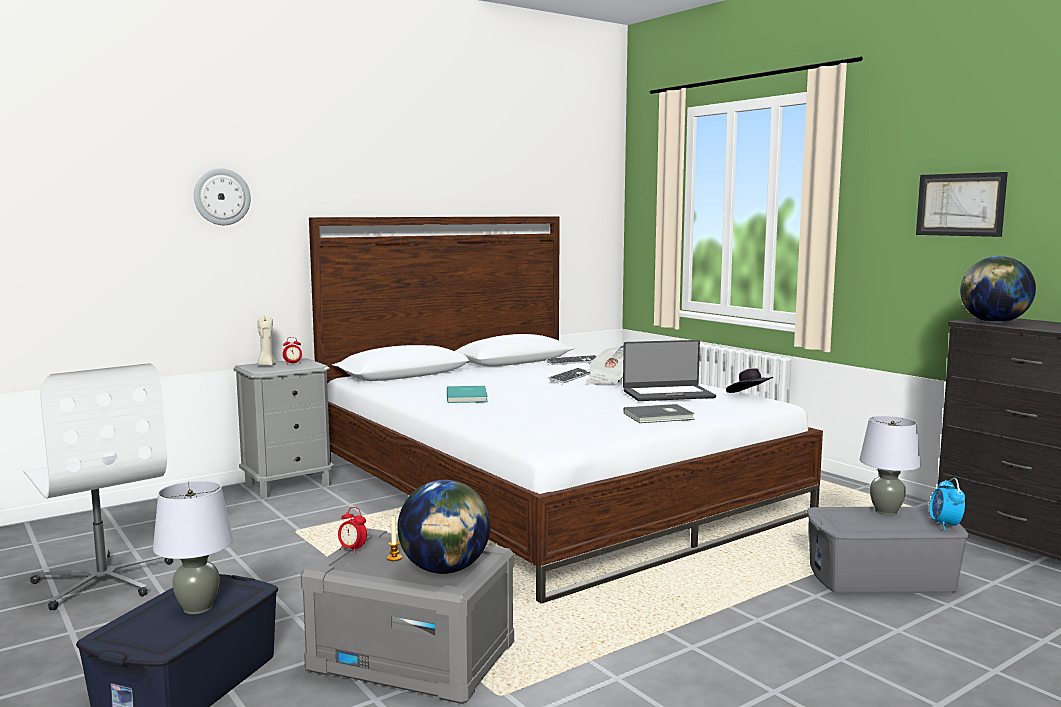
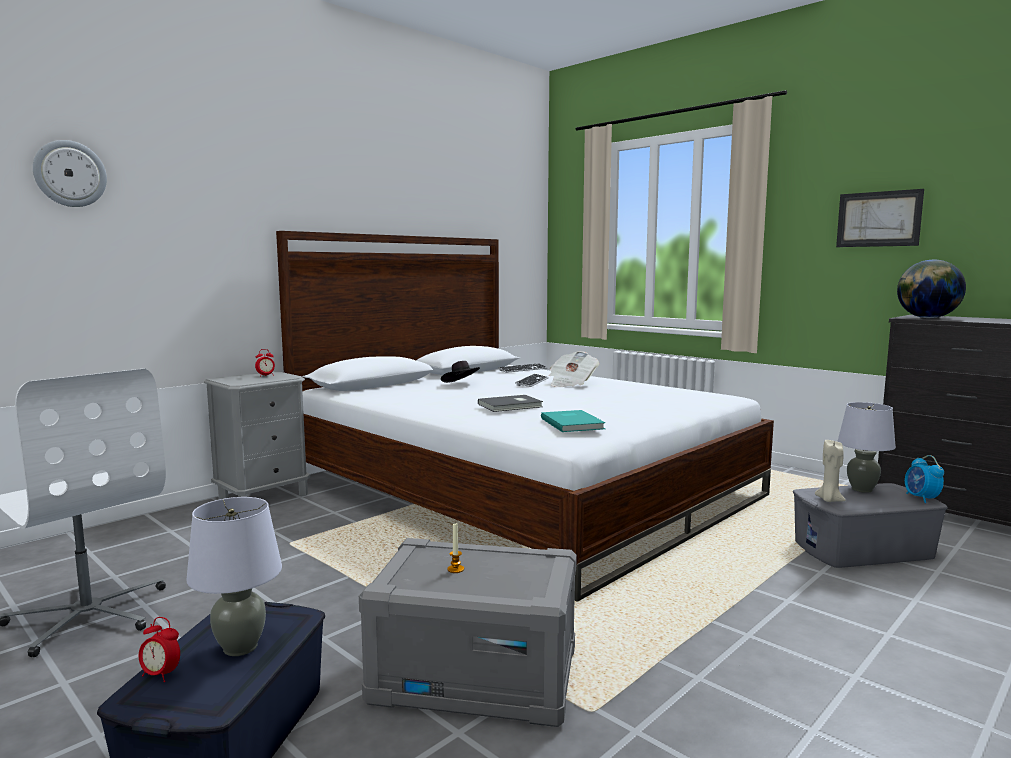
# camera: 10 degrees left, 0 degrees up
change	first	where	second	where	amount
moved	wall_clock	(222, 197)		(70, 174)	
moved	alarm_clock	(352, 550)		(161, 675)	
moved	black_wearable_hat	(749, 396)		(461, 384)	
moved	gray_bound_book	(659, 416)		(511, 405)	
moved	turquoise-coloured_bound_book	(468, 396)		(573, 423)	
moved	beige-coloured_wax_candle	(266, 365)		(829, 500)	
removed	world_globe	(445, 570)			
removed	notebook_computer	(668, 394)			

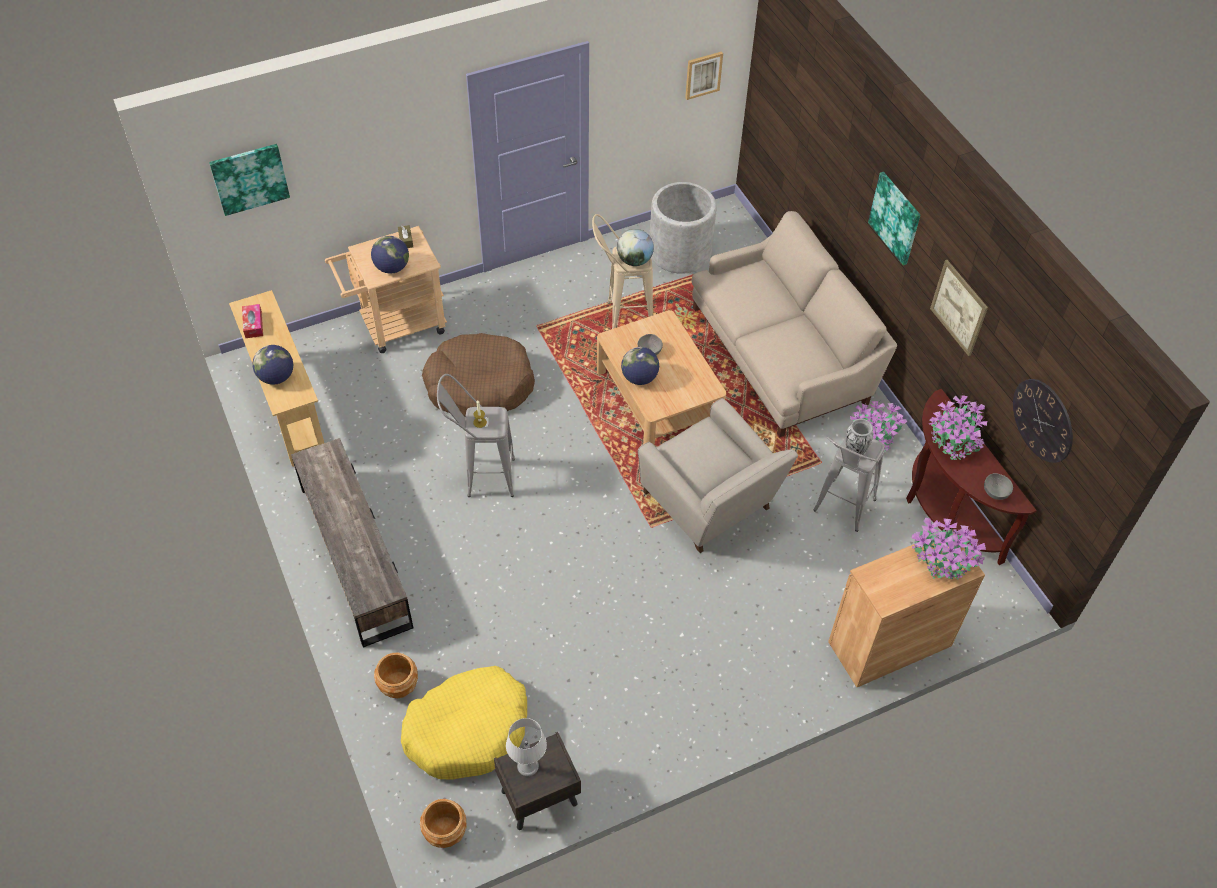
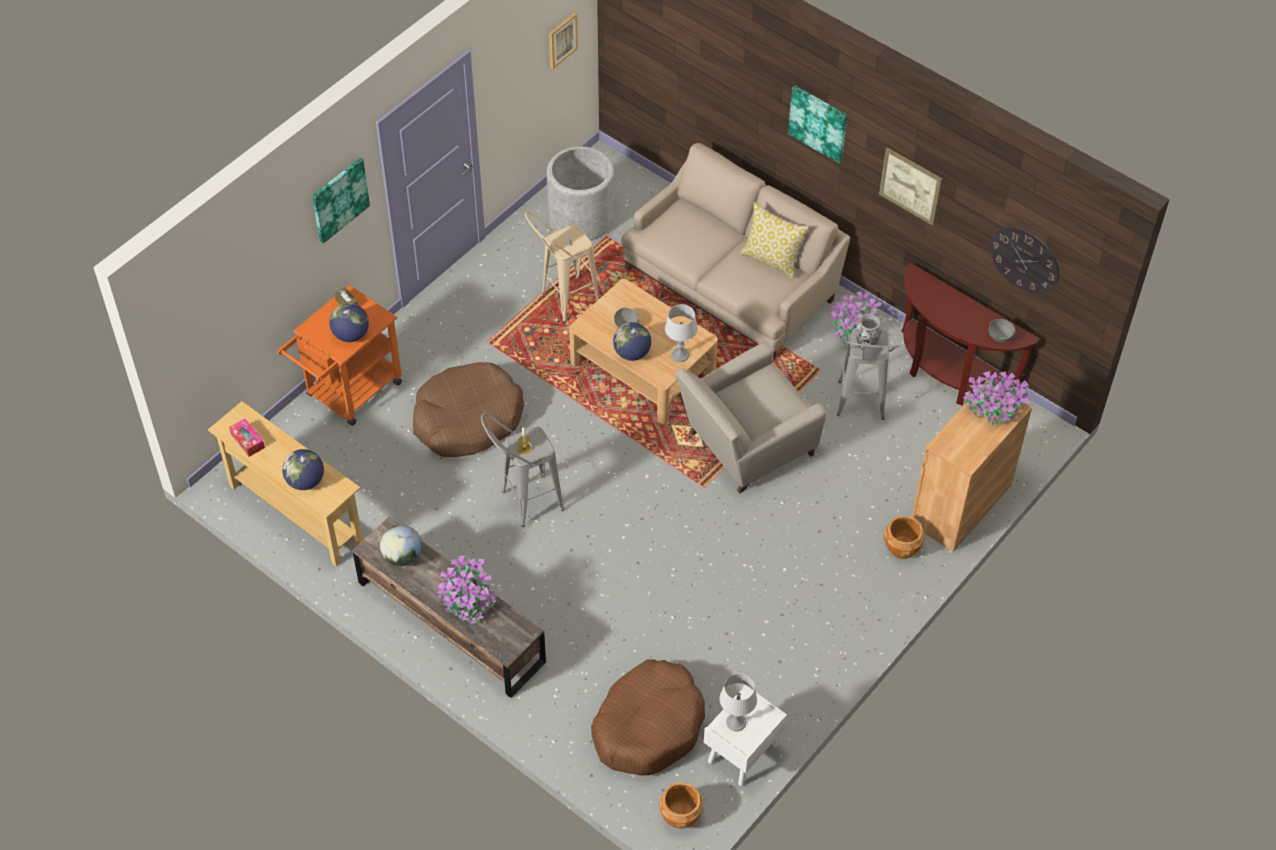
# camera: 25 degrees left, 0 degrees up
change	first	where	second	where	amount
recoloured	beige-coloured_wheeled_cart	(395, 326)	orange-coloured_wheeled_cart	(348, 393)	
moved	picture	(249, 178)		(339, 199)	
moved	world_globe	(634, 260)		(402, 556)	
moved	plant_in_a_pot	(954, 440)		(468, 601)	
recoloured	yellowish_dog_bed	(468, 729)	brown_dog_bed	(648, 726)	
added			gray_lamp_for_a_table	(680, 355)	
turned	beige-coloured_easy_chair	(710, 505)		(745, 446)	120 degrees clockwise
recoloured	brown_night_table	(538, 798)	white-coloured_night_table	(742, 754)	
added			throw_pillow	(772, 260)	
moved	brown_plant_pot	(398, 685)		(901, 548)	

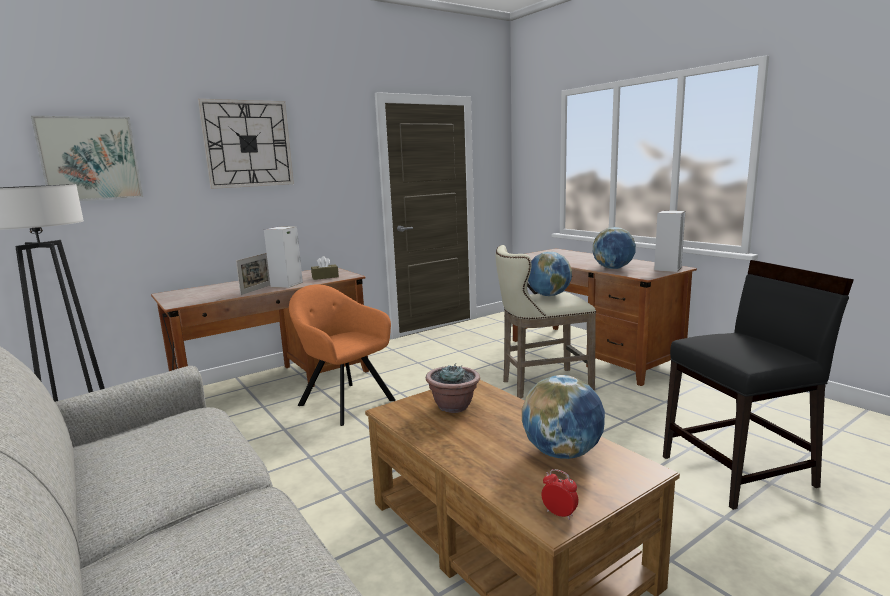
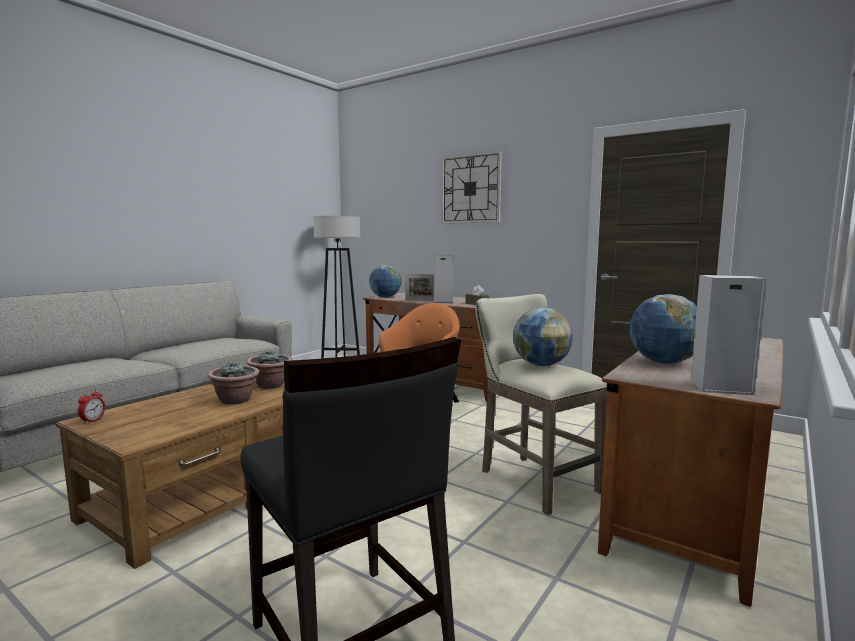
# camera: 70 degrees right, 5 degrees down
change	first	where	second	where	amount
added			plant_in_a_pot	(235, 400)	
moved	world_globe	(562, 453)		(385, 297)	
removed	picture	(90, 159)			

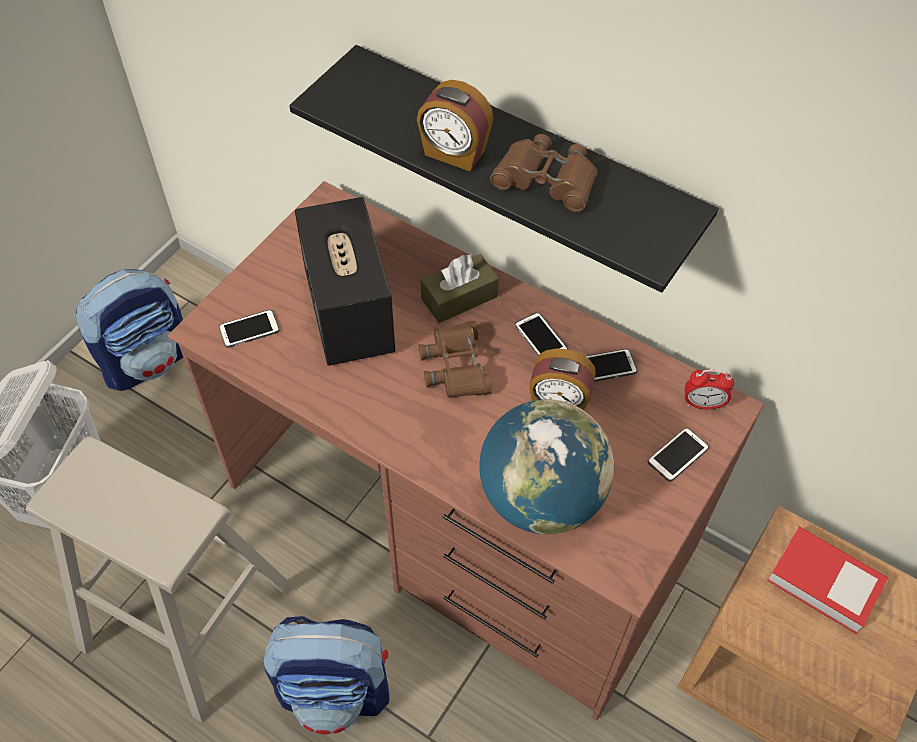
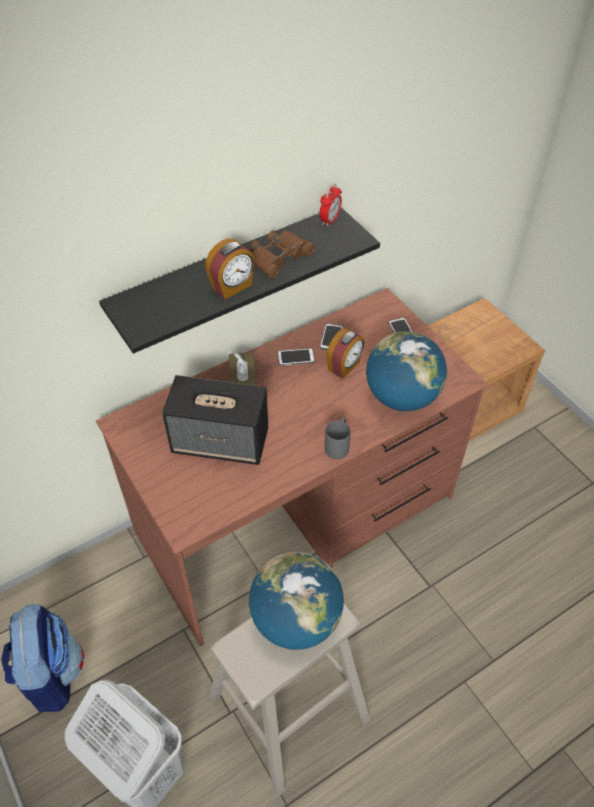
# camera: 65 degrees left, 5 degrees down
change	first	where	second	where	amount
added			world_globe	(296, 619)	
moved	alarm_clock	(703, 404)		(330, 220)	
added			gray_mug	(338, 445)	
removed	phone	(249, 329)			
removed	knapsack	(336, 690)			
removed	brown_binoculars	(456, 366)			
removed	bound_book	(824, 583)			

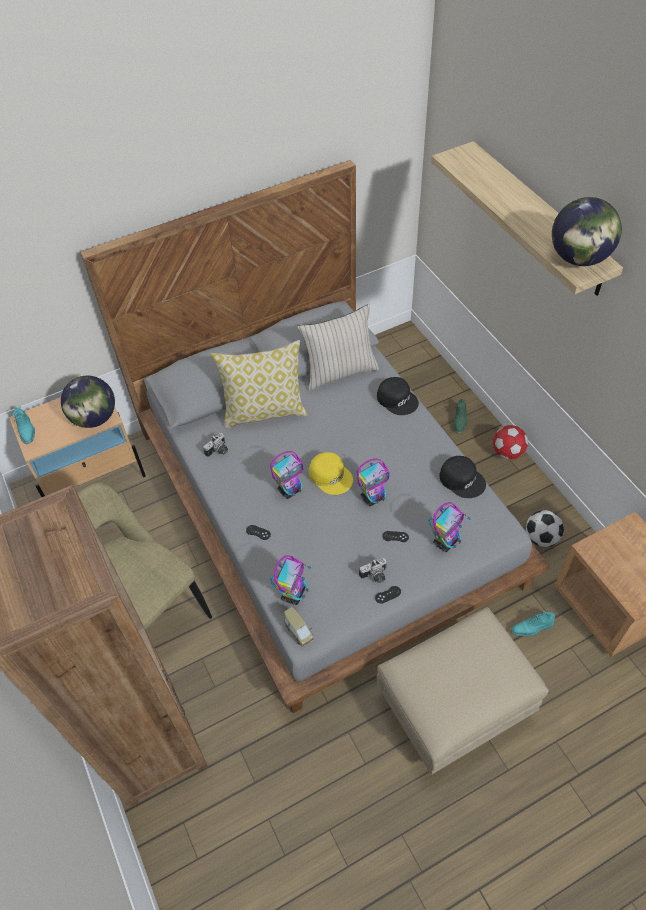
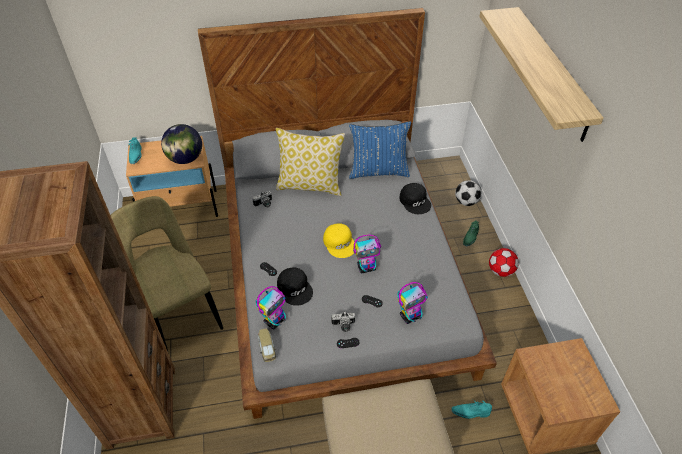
# camera: 15 degrees right, 5 degrees down
change	first	where	second	where	amount
moved	black_baseball_cap	(462, 479)		(295, 288)	
recoloured	beige-coloured_throw_pillow	(339, 372)	blue-coloured_throw_pillow	(378, 171)	
moved	football_ball	(541, 538)		(466, 202)	
removed	toy_robot	(290, 490)			
removed	world_globe	(578, 258)			

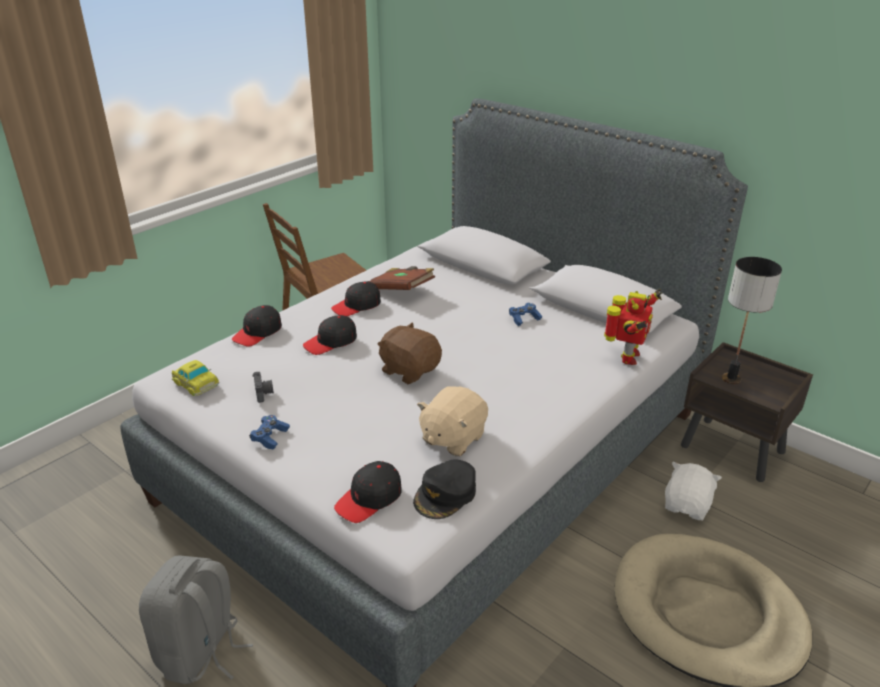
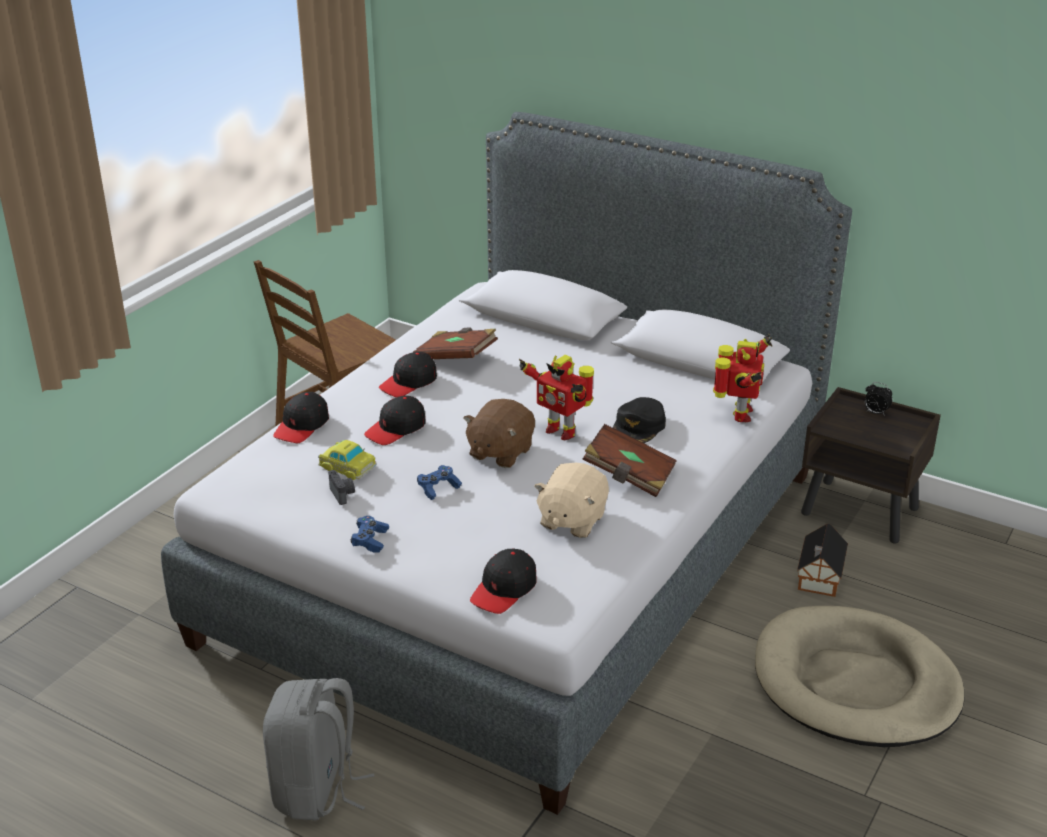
# camera: 10 degrees left, 0 degrees up
change	first	where	second	where	amount
moved	model_car	(195, 383)		(346, 466)	
moved	blue-coloured_joypad	(524, 319)		(438, 488)	
turned	brown_plush_toy	(410, 370)		(500, 452)	90 degrees counterclockwise
added			toy_robot	(561, 431)	
added			brown_bound_book	(628, 476)	
moved	black_baseball_cap	(446, 495)		(639, 427)	
replaced	white-coloured_plush_toy	(687, 506)	model_house	(819, 578)	
added			alarm_clock	(875, 413)	
removed	lamp_for_a_table	(731, 379)			

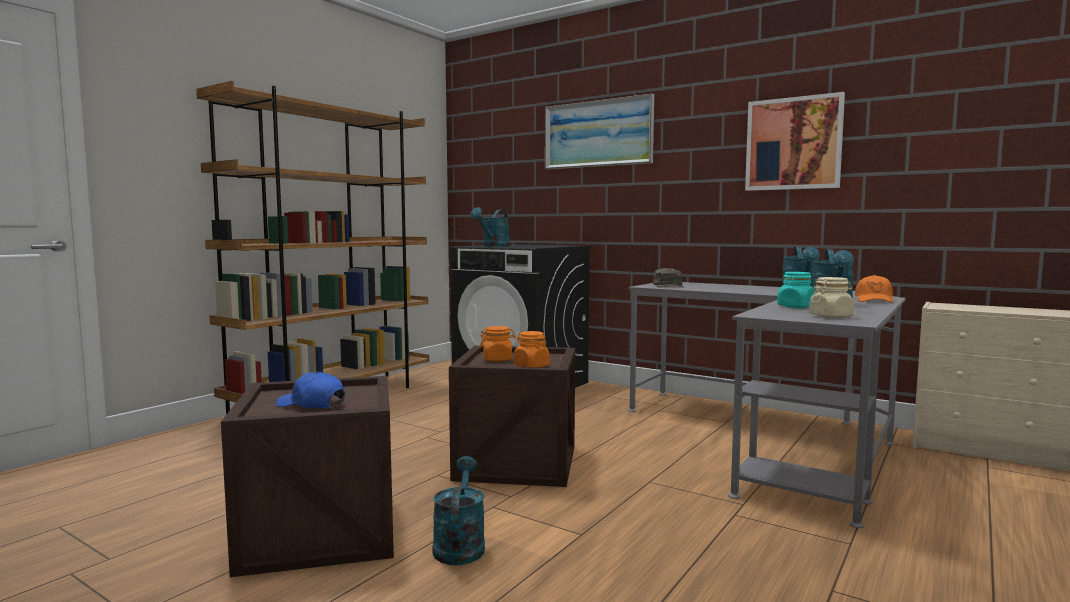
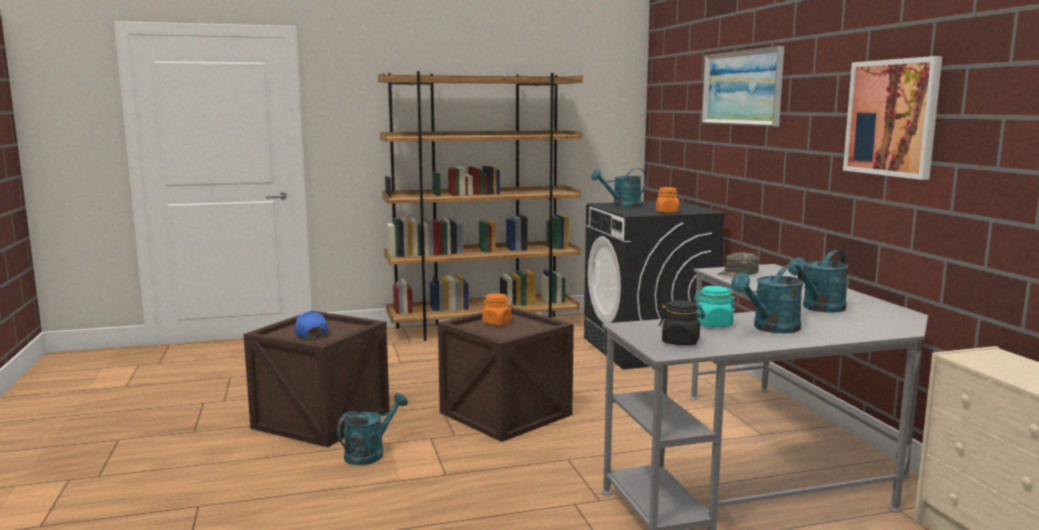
# camera: 40 degrees right, 5 degrees up
change	first	where	second	where	amount
moved	orange-coloured_jar	(531, 366)		(667, 212)	
recoloured	beige-coloured_jar	(830, 316)	black_jar	(681, 342)	
removed	orange-coloured_baseball_cap	(874, 300)			

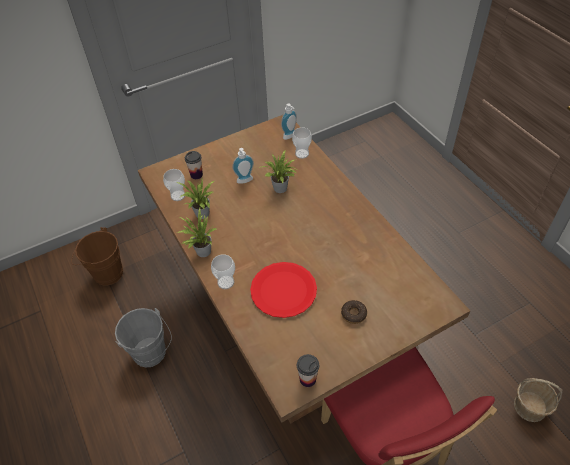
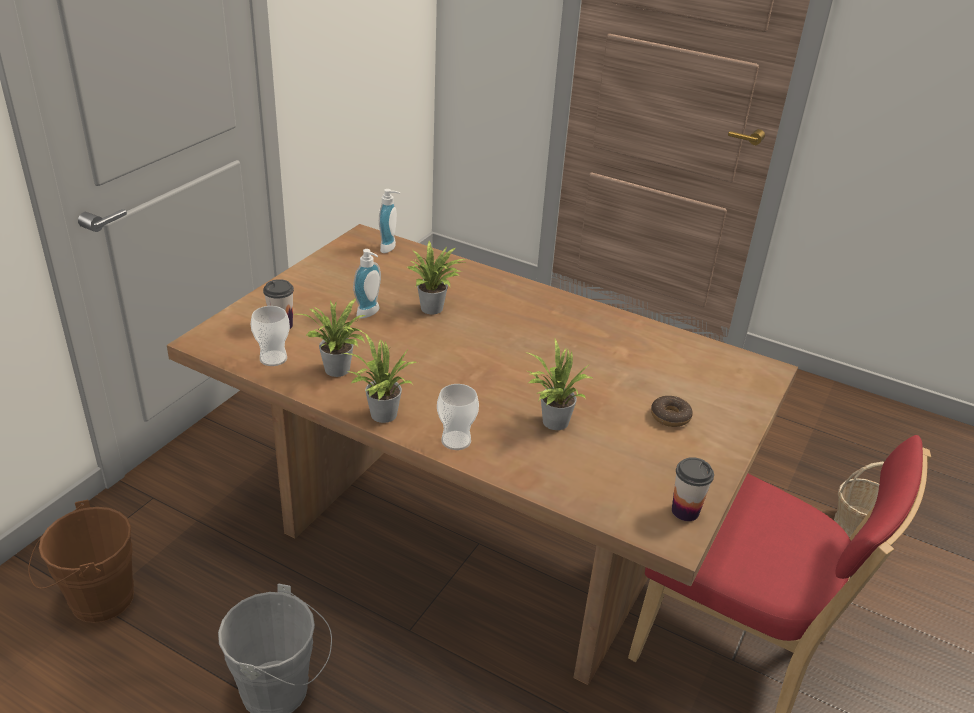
# camera: 35 degrees left, 15 degrees down
change	first	where	second	where	amount
replaced	red-coloured_plate	(283, 291)	plant_in_a_pot	(552, 422)	
removed	drinking_cup	(302, 154)			

